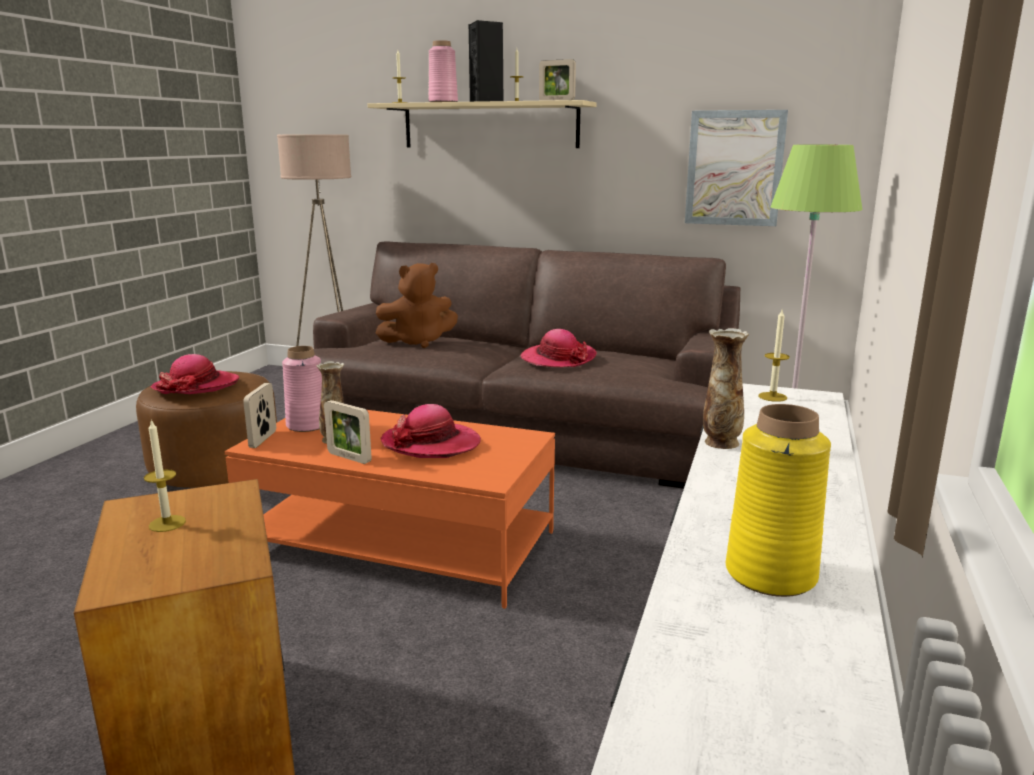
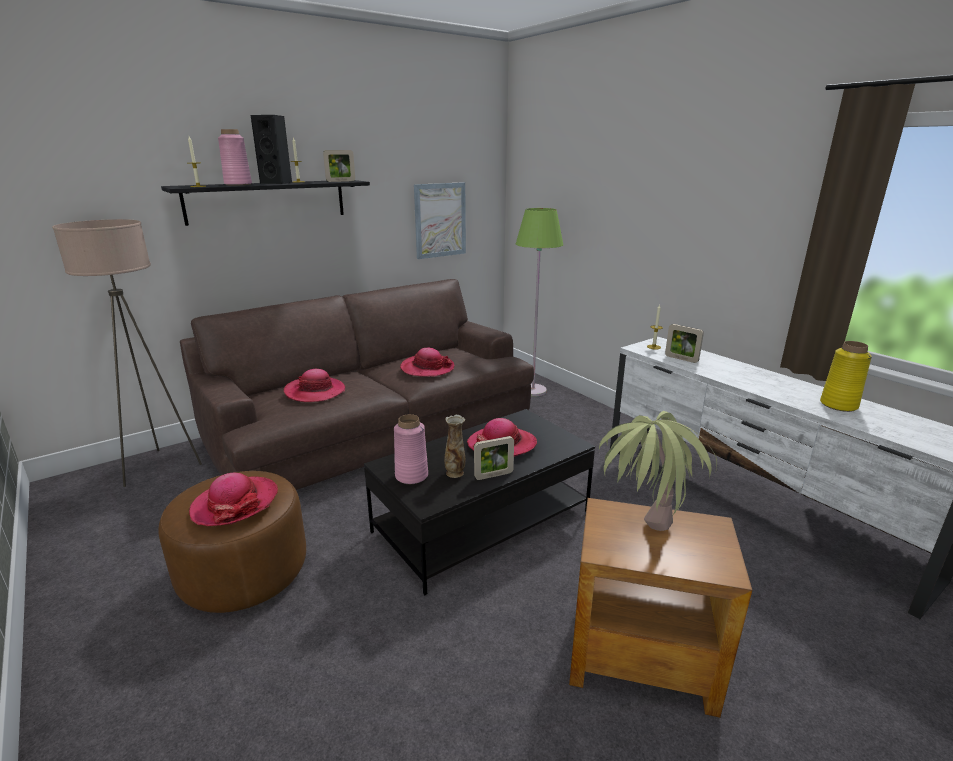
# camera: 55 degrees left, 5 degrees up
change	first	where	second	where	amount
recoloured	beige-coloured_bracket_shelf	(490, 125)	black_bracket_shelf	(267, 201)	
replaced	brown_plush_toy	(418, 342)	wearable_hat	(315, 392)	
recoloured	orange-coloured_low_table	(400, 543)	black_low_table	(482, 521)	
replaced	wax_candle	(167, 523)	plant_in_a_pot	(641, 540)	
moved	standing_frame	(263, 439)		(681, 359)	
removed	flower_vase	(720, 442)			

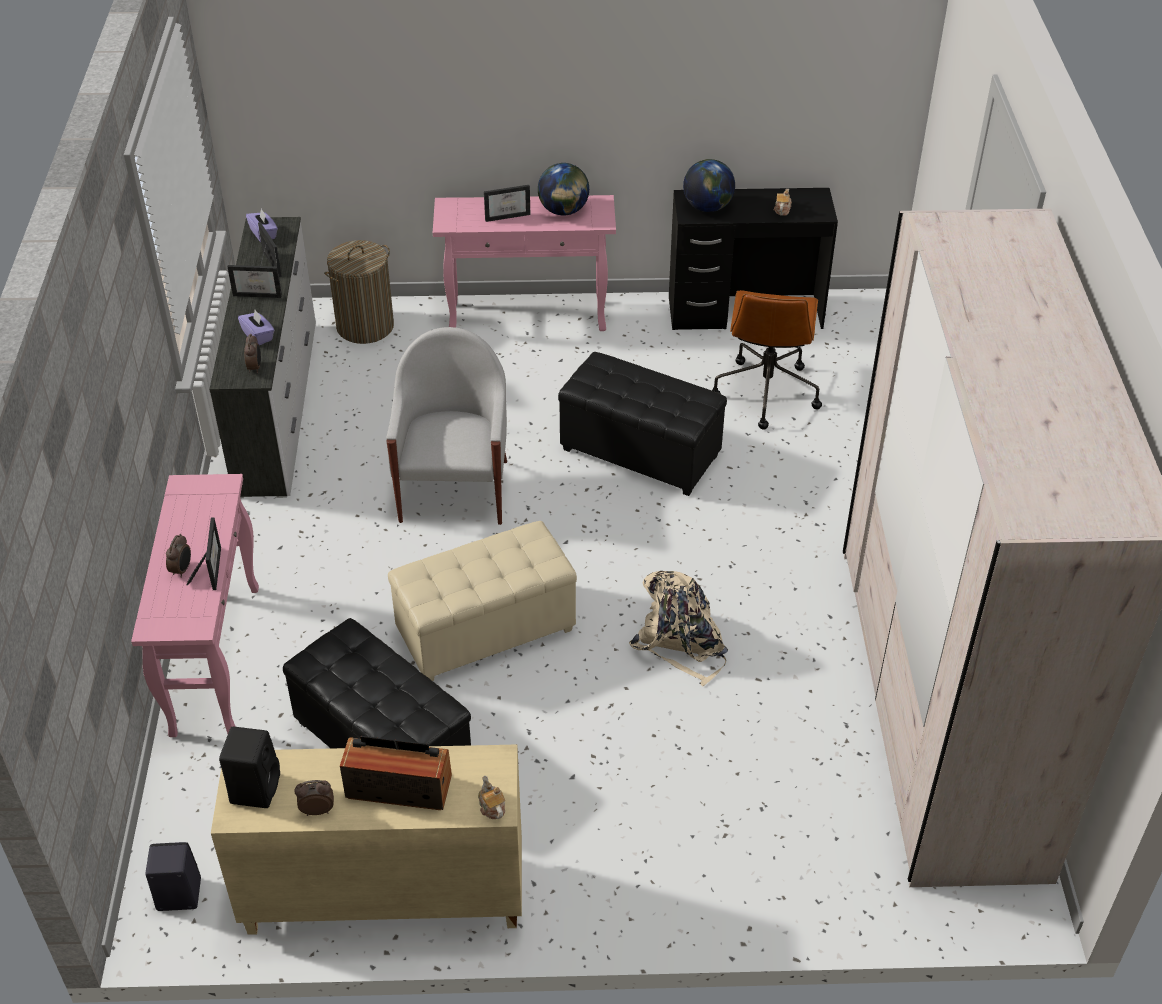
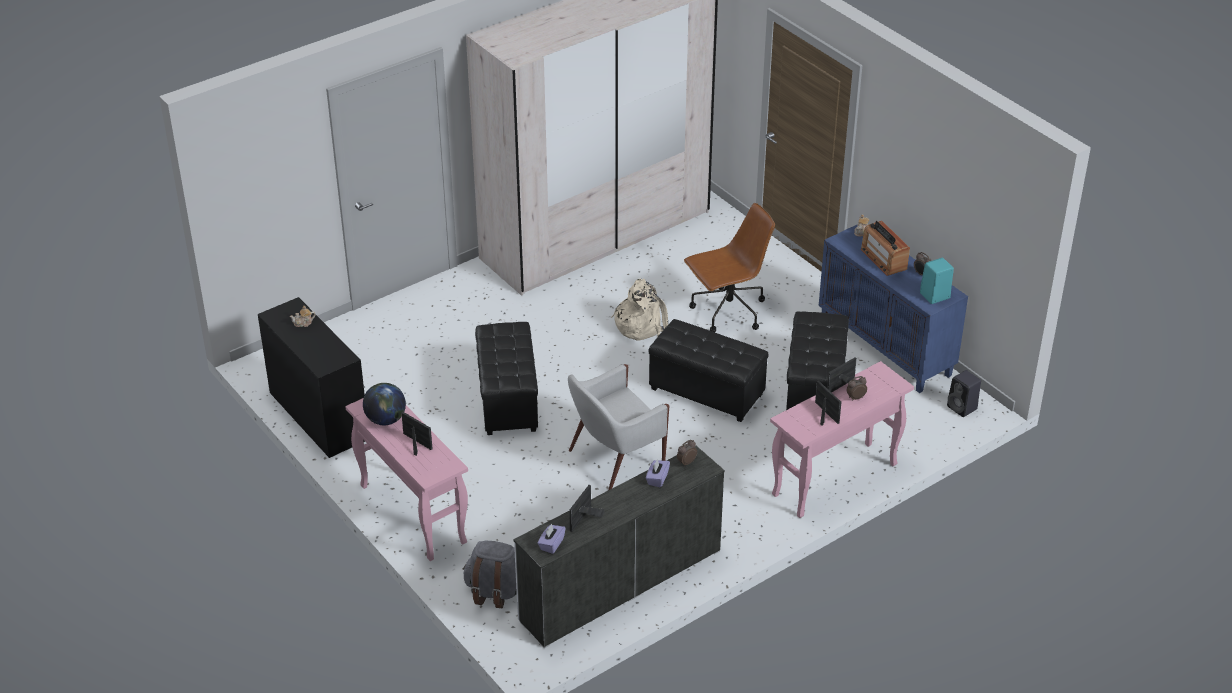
# camera: 125 degrees left, 5 degrees down
change	first	where	second	where	amount
replaced	laundry_basket	(365, 326)	gray_knapsack	(496, 592)	
recoloured	beige-coloured_footrest	(485, 631)	black_footrest	(706, 393)	
moved	brown_desk_chair	(766, 391)		(727, 312)	
moved	standing_frame	(259, 293)		(823, 413)	
recoloured	beige-coloured_storage_cabinet	(383, 897)	blue-coloured_storage_cabinet	(886, 347)	
recoloured	black_loudspeaker	(255, 787)	turquoise-coloured_loudspeaker	(934, 296)	
removed	world_globe	(708, 207)			

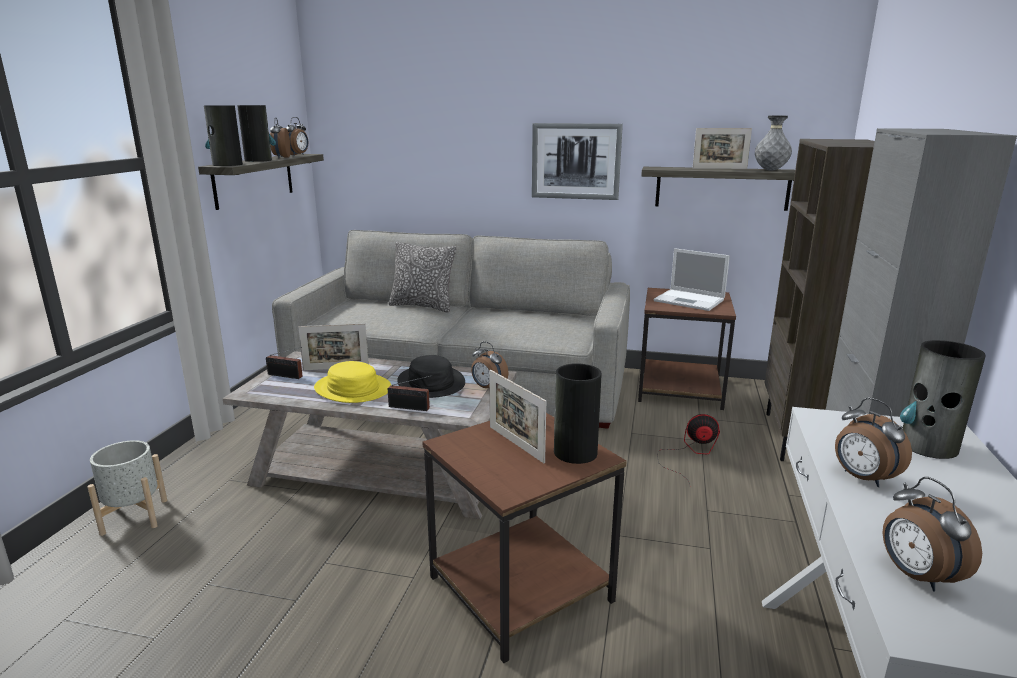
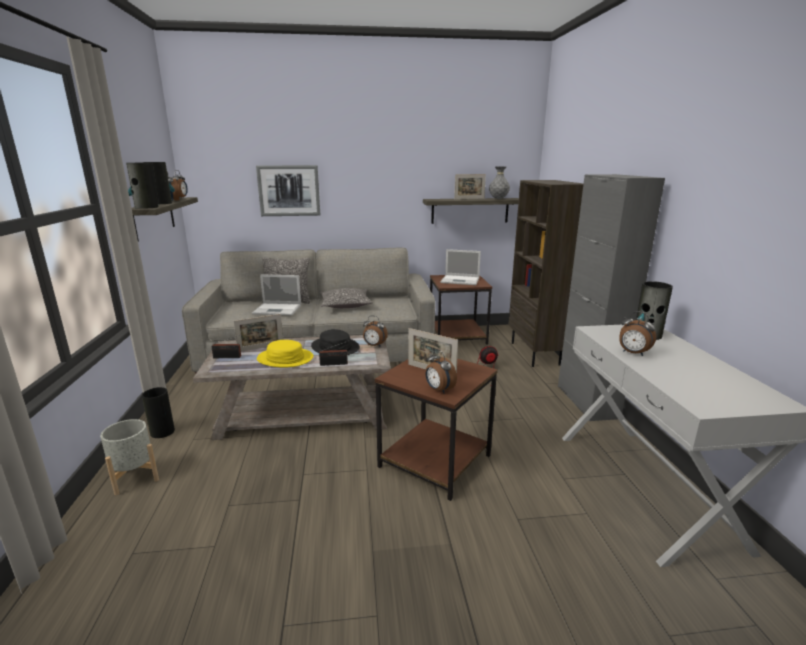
# camera: 20 degrees left, 0 degrees up
change	first	where	second	where	amount
moved	flower_vase	(574, 452)		(162, 432)	
added			notebook_computer	(278, 309)	
moved	picture	(576, 161)		(289, 190)	
added			throw_pillow	(345, 305)	
moved	alarm_clock	(916, 576)		(438, 390)	

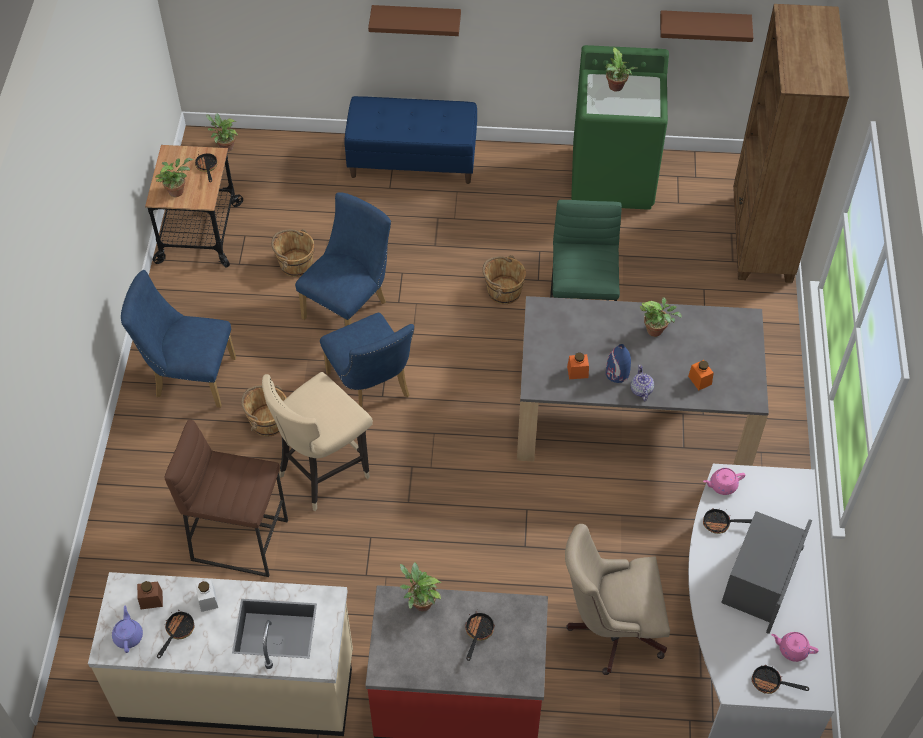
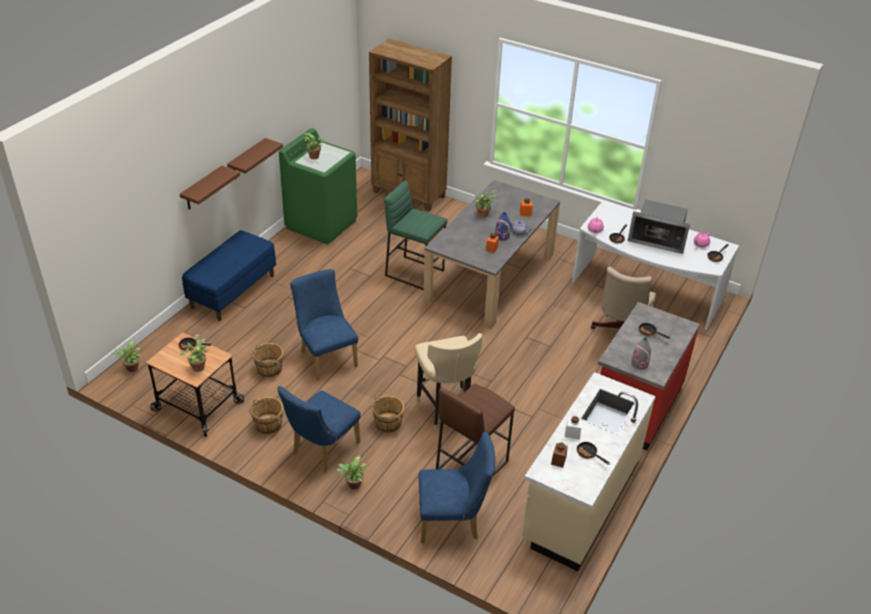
# camera: 65 degrees left, 15 degrees down
change	first	where	second	where	amount
moved	brown_bracket_shelf	(704, 25)		(247, 159)	
moved	brown_bucket	(503, 291)		(268, 425)	
moved	plant_in_a_pot	(420, 602)		(353, 486)	
moved	blue-coloured_chair	(371, 389)		(453, 522)	
turned	kitchen_microwave	(760, 581)		(657, 239)	150 degrees clockwise
added			gray_flower_vase	(639, 364)	
removed	purple_pot_for_tea	(128, 636)			

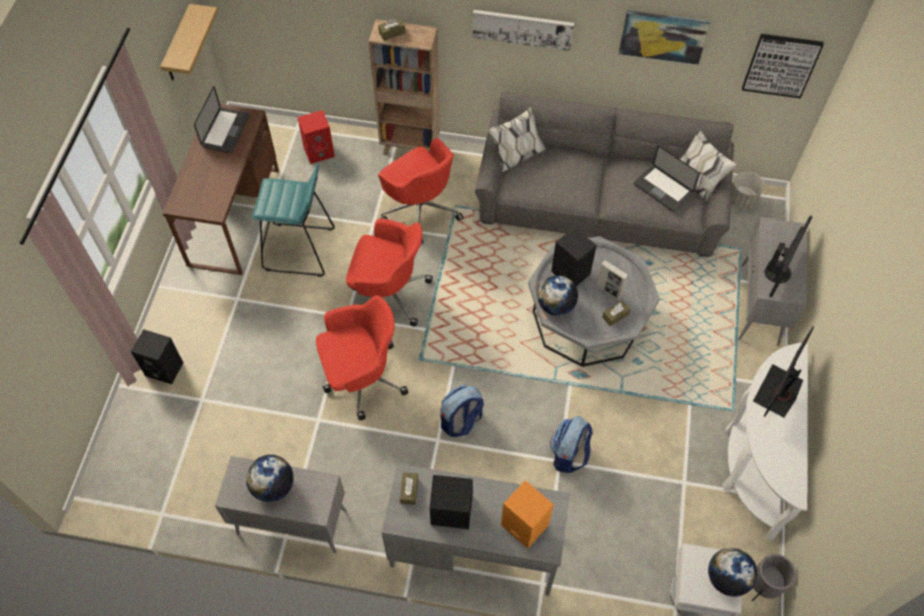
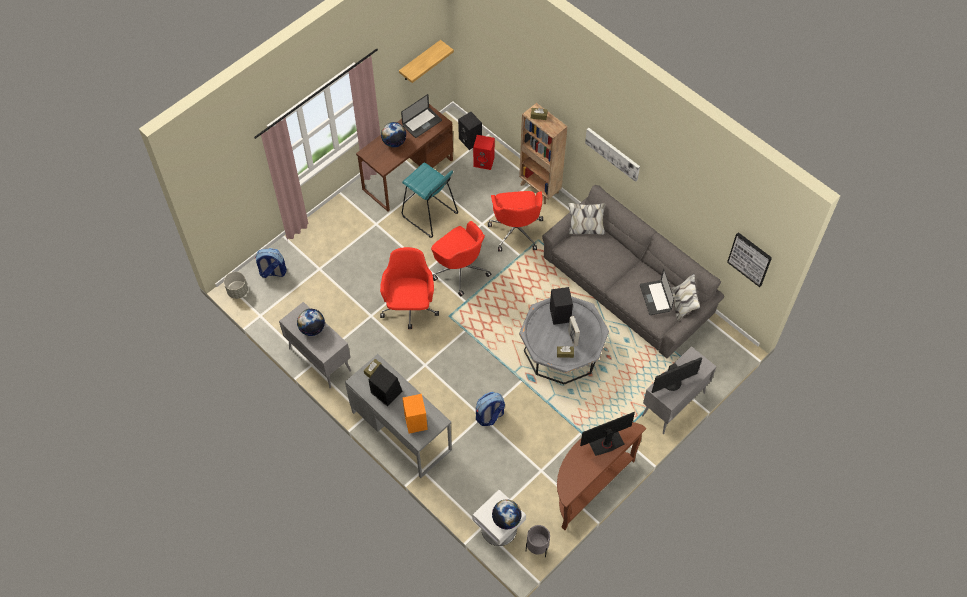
# camera: 35 degrees right, 0 degrees up
change	first	where	second	where	amount
moved	gray_plant_pot	(741, 200)		(237, 291)	
moved	knapsack	(461, 421)		(272, 272)	
turned	red-coloured_desk_chair	(361, 378)		(410, 307)	105 degrees counterclockwise
moved	world_globe	(555, 305)		(394, 142)	
moved	black_loudspeaker	(165, 368)		(471, 140)	
recoloured	white-coloured_narrow_table	(751, 462)	brown_narrow_table	(589, 484)	
removed	picture	(663, 36)			

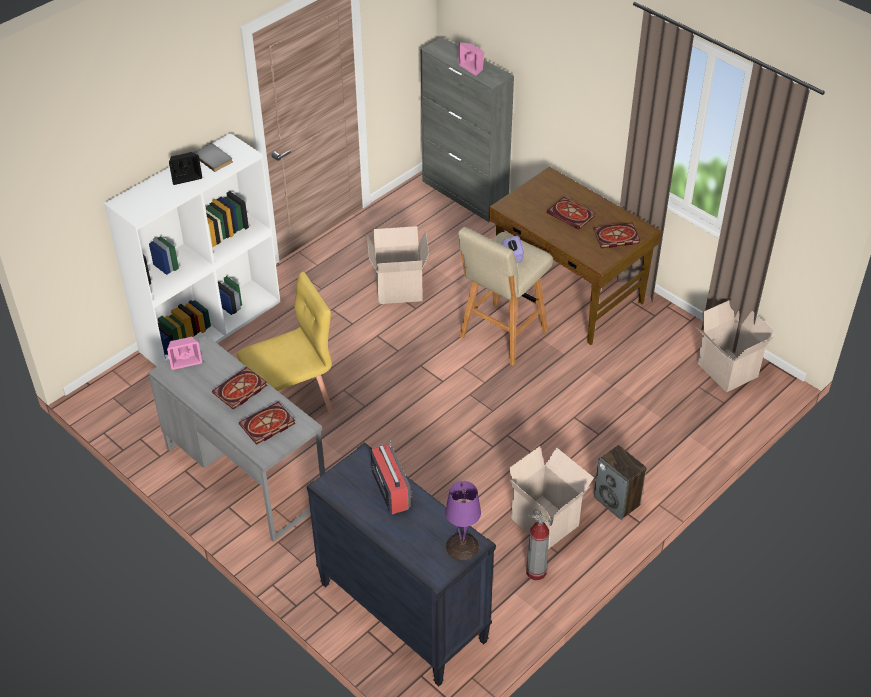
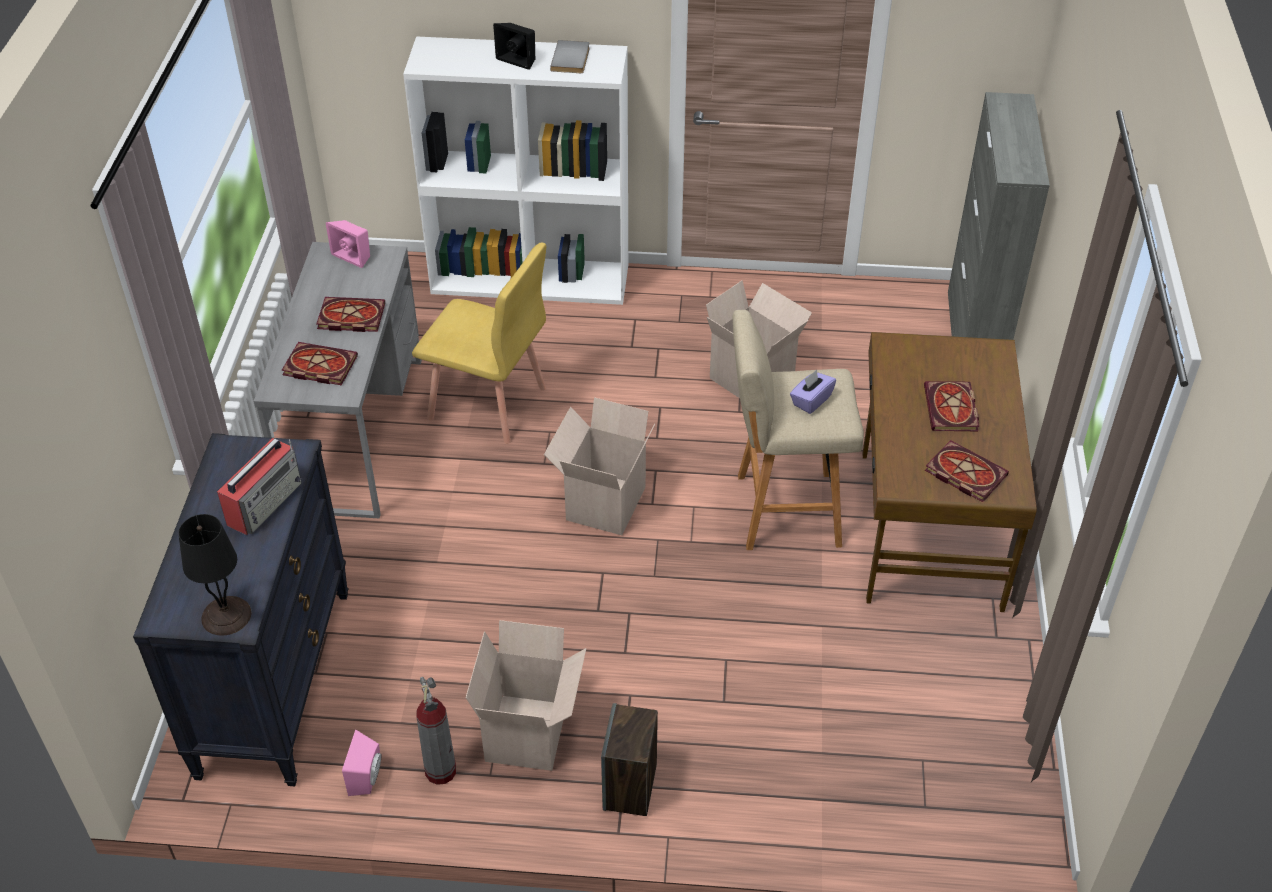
# camera: 50 degrees right, 0 degrees up
change	first	where	second	where	amount
recoloured	purple_lamp_for_a_table	(462, 547)	black_lamp_for_a_table	(225, 616)	
moved	pink-coloured_loudspeaker	(473, 67)		(368, 778)	
moved	cardboard_box	(725, 370)		(604, 502)	

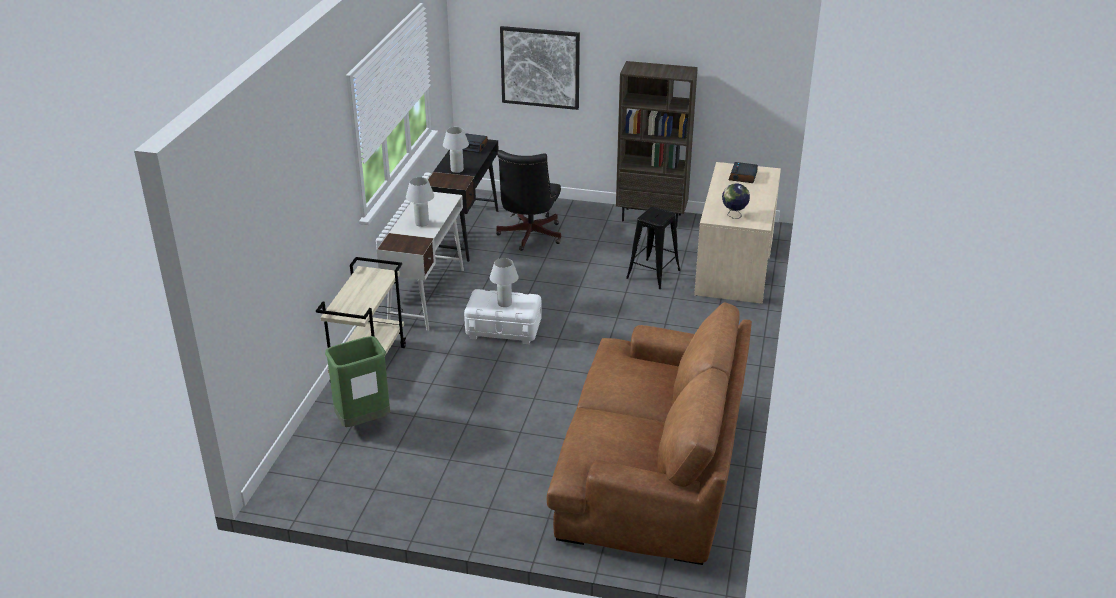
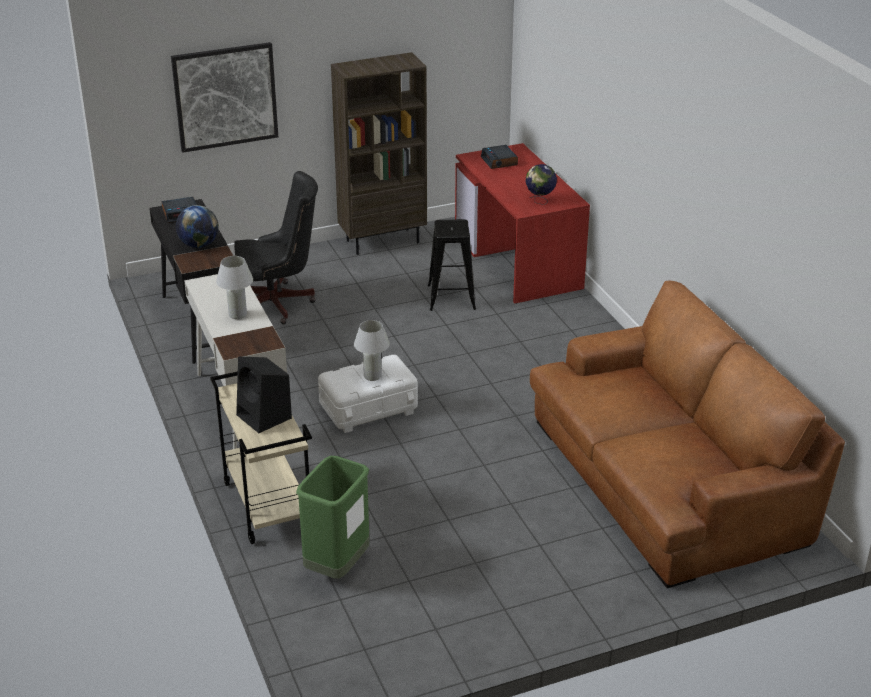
# camera: 35 degrees left, 0 degrees up
change	first	where	second	where	amount
replaced	white-coloured_lamp_for_a_table	(457, 170)	world_globe	(199, 245)	
turned	black_desk_chair	(528, 237)		(278, 304)	75 degrees counterclockwise
added			black_loudspeaker	(265, 417)	
recoloured	beige-coloured_desk_table	(735, 266)	red-coloured_desk_table	(518, 262)	

